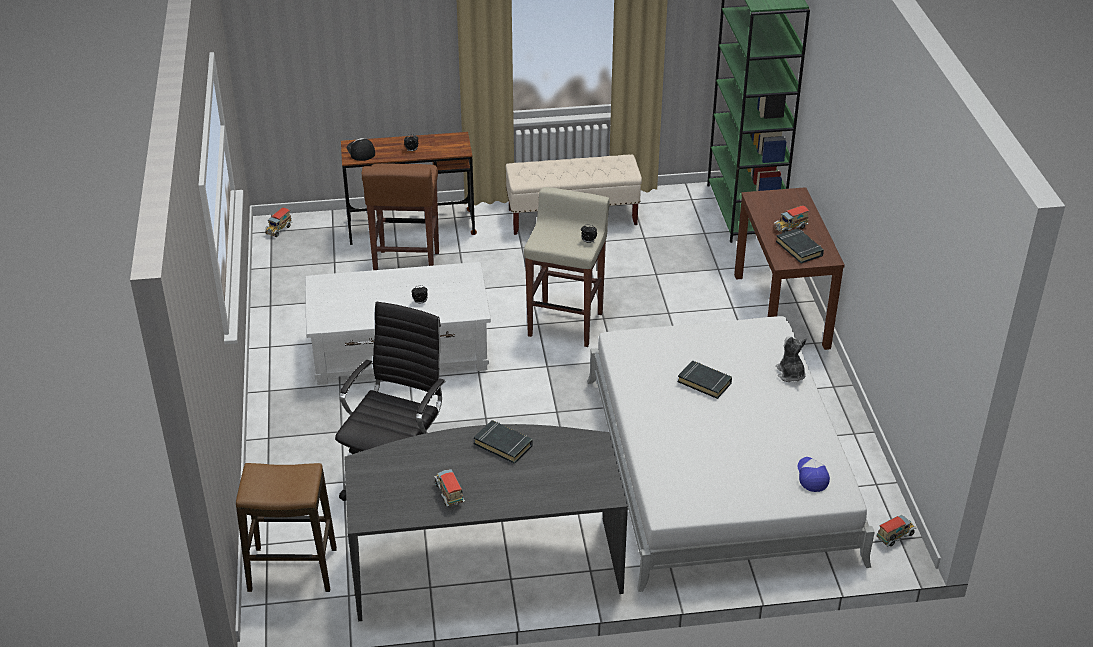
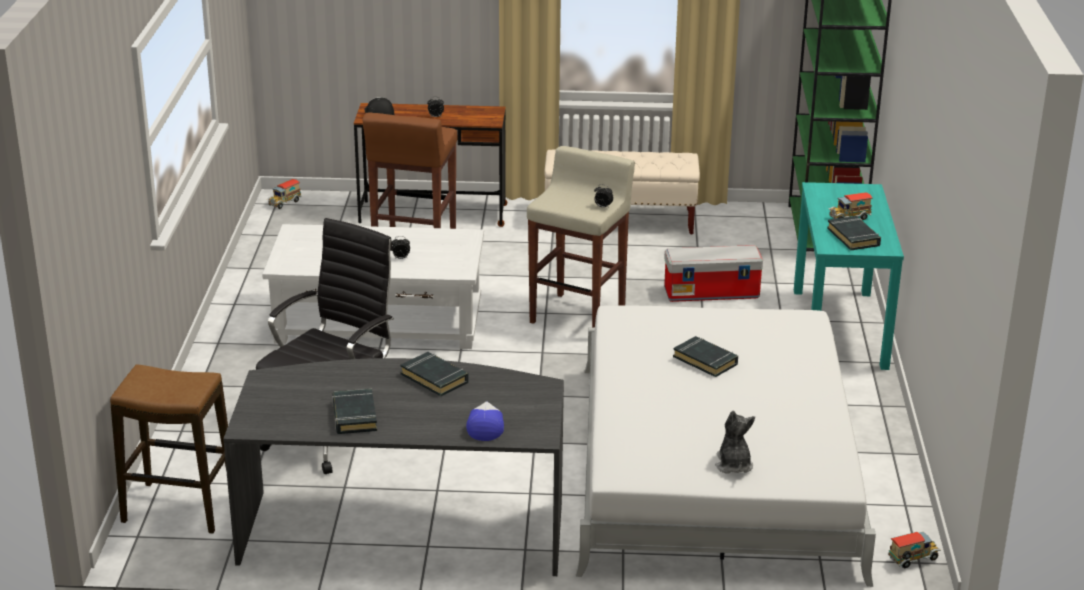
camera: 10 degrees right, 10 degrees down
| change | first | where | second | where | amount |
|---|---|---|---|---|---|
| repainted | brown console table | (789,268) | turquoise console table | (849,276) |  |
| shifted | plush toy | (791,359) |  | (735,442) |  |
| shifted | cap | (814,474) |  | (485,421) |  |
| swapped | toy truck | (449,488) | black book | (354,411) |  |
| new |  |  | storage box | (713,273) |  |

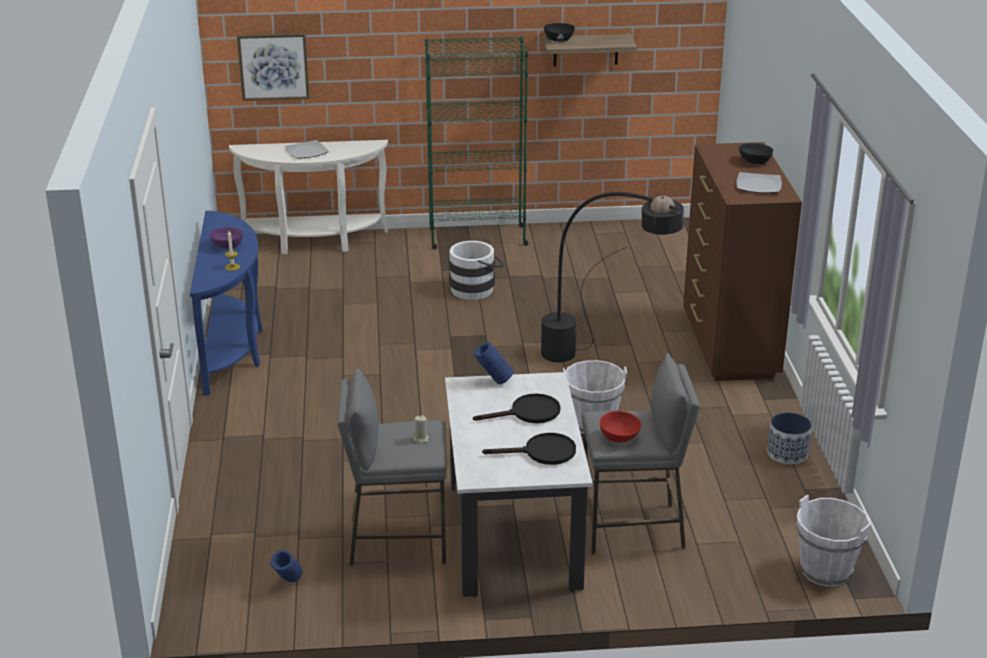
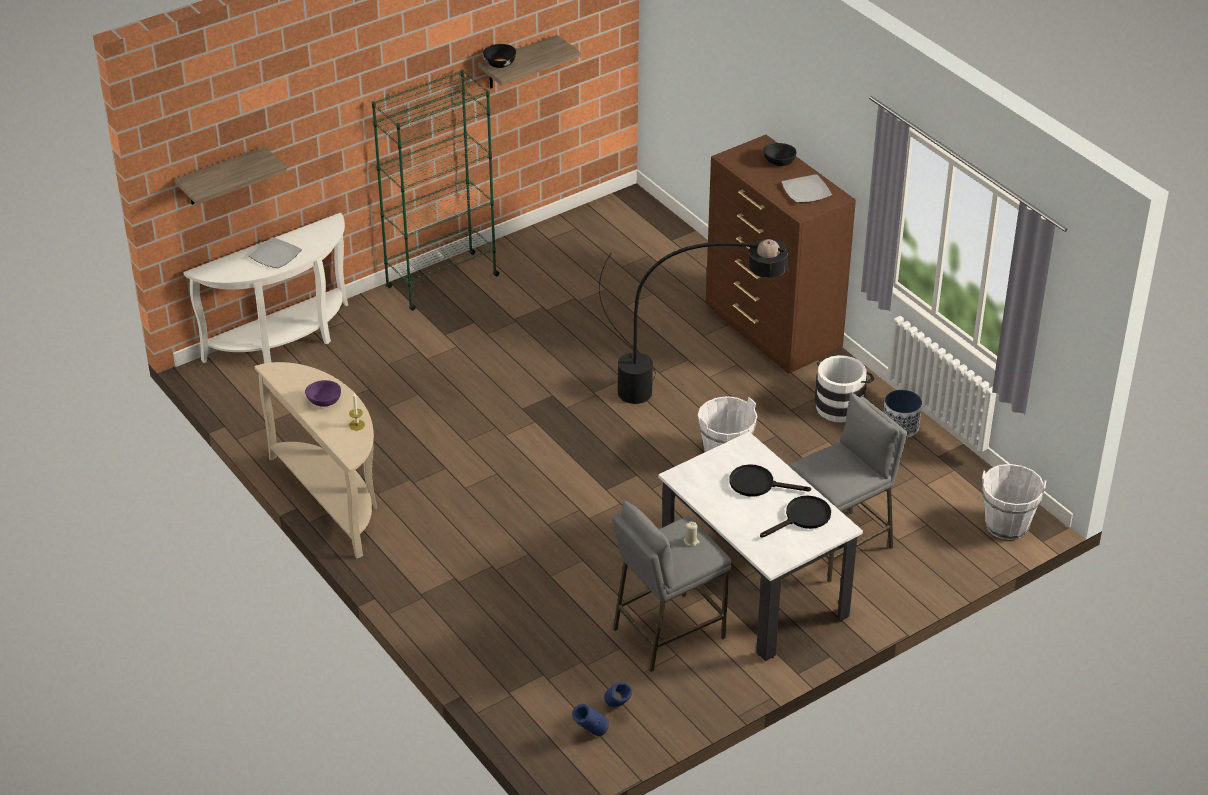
camera: 30 degrees left, 10 degrees up
| change | first | where | second | where | amount |
|---|---|---|---|---|---|
| swapped | picture | (273,67) | shelf | (231,176) |  |
| repainted | blue console table | (226,303) | beige console table | (316,460) |  |
| shifted | white bucket | (476,270) |  | (845,389) |  |
| shifted | blue vase | (493,363) |  | (590,720) |  |
| rotated | black frying pan | (517,408) |  | (770,480) | 120 degrees counterclockwise |
| gone | red bowl | (620,427) |  |  |  |

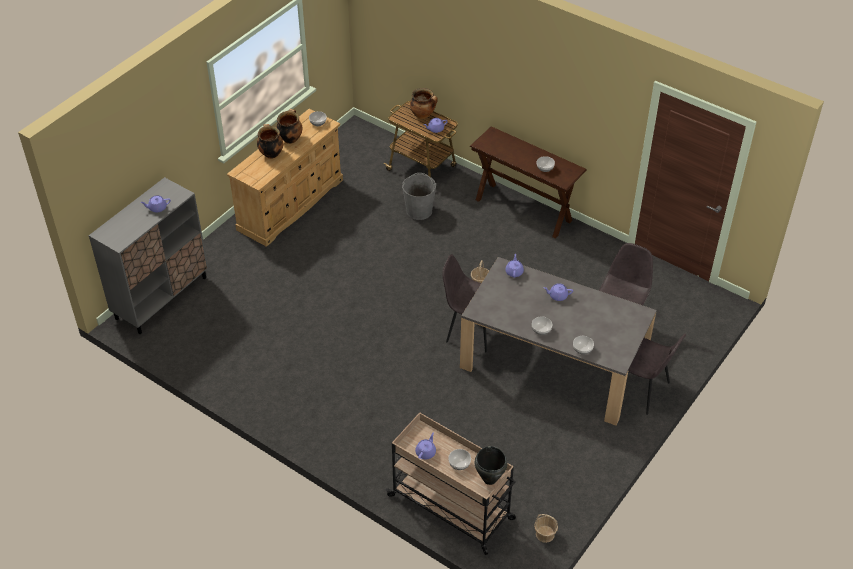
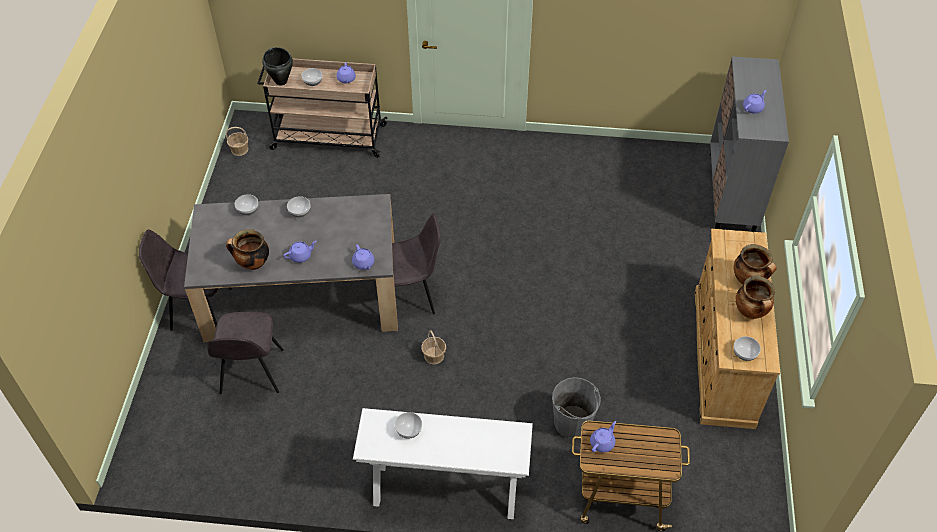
camera: 150 degrees right, 5 degrees up
| change | first | where | second | where | amount |
|---|---|---|---|---|---|
| shifted | cooking pot | (424,103) |  | (247,249) |  |
| repainted | brown console table | (528,182) | white console table | (443,463) |  |

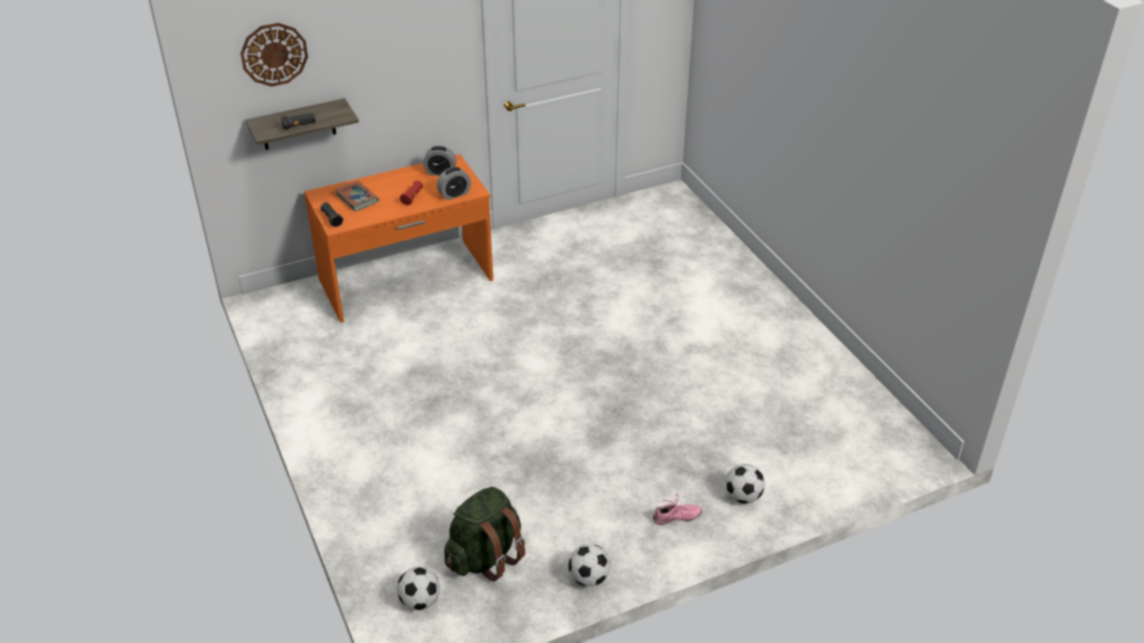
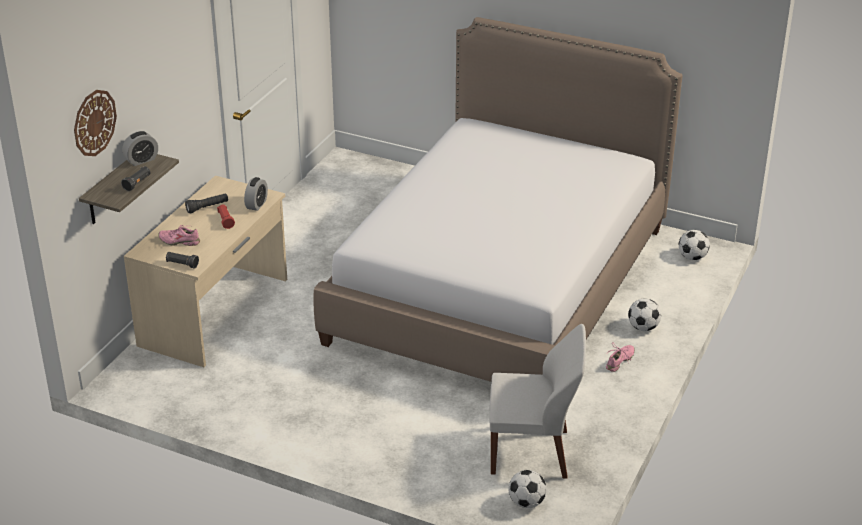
camera: 40 degrees left, 5 degrees down
| change | first | where | second | where | amount |
|---|---|---|---|---|---|
| shifted | alarm clock | (439,161) |  | (140,148) |  |
| repainted | orange desk | (398,238) | beige desk | (205,271) |  |
| swapped | book | (357,196) | pink shoe | (179,235) |  |
| swapped | green backpack | (484,533) | white chair | (537,401) |  |
| shifted | football | (589,565) |  | (694,245) |  |
| new |  |  | bed | (498,199) |  |
| new |  |  | black flashlight | (206,203) |  |

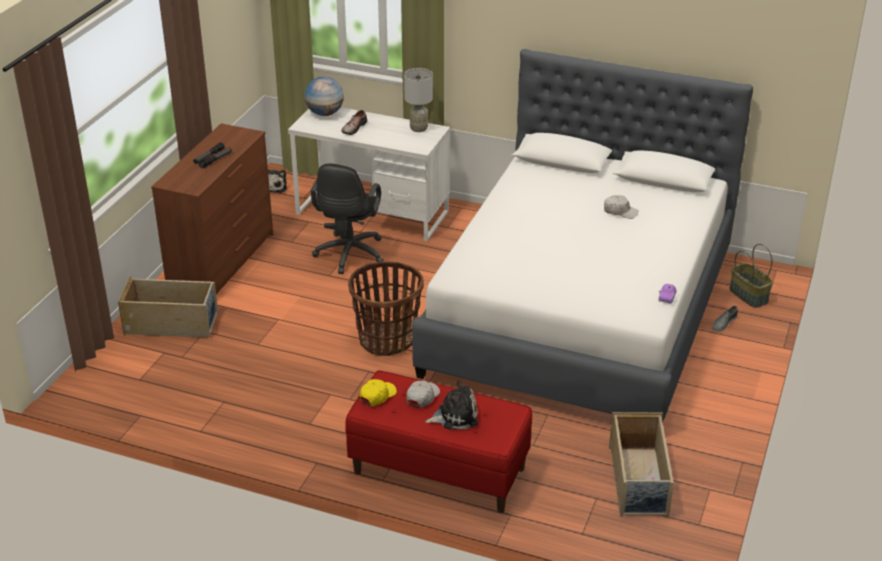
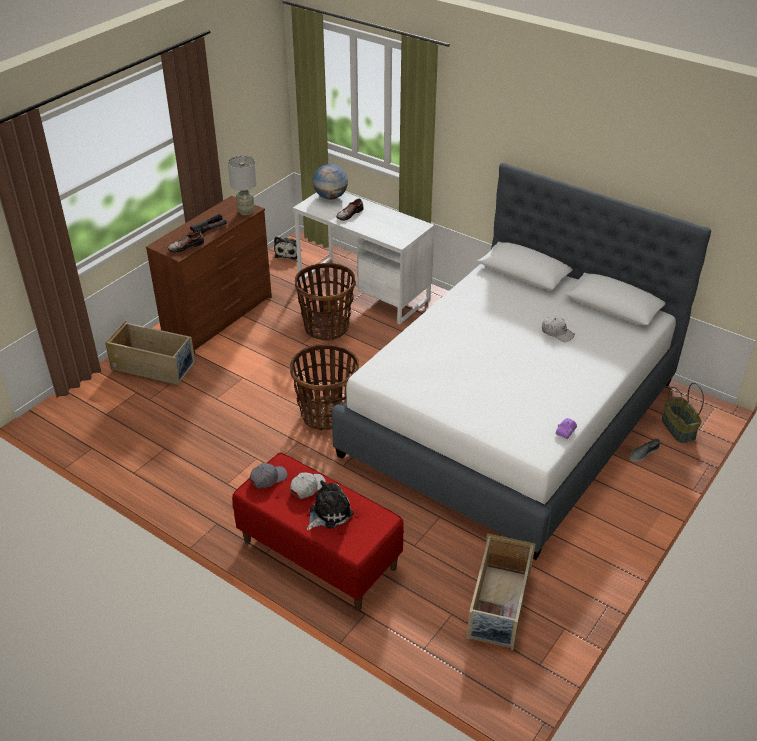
camera: 15 degrees right, 5 degrees up
| change | first | where | second | where | amount |
|---|---|---|---|---|---|
| shifted | grey table lamp | (418,100) |  | (242,185) |  |
| swapped | black office chair | (347,219) | basket | (325,302) |  |
| repainted | yellow cap | (378,392) | grey cap | (268,476) |  |
| rotated | plush toy | (451,405) |  | (330,505) | 45 degrees counterclockwise |
| new |  |  | shoe | (186,242) |  |

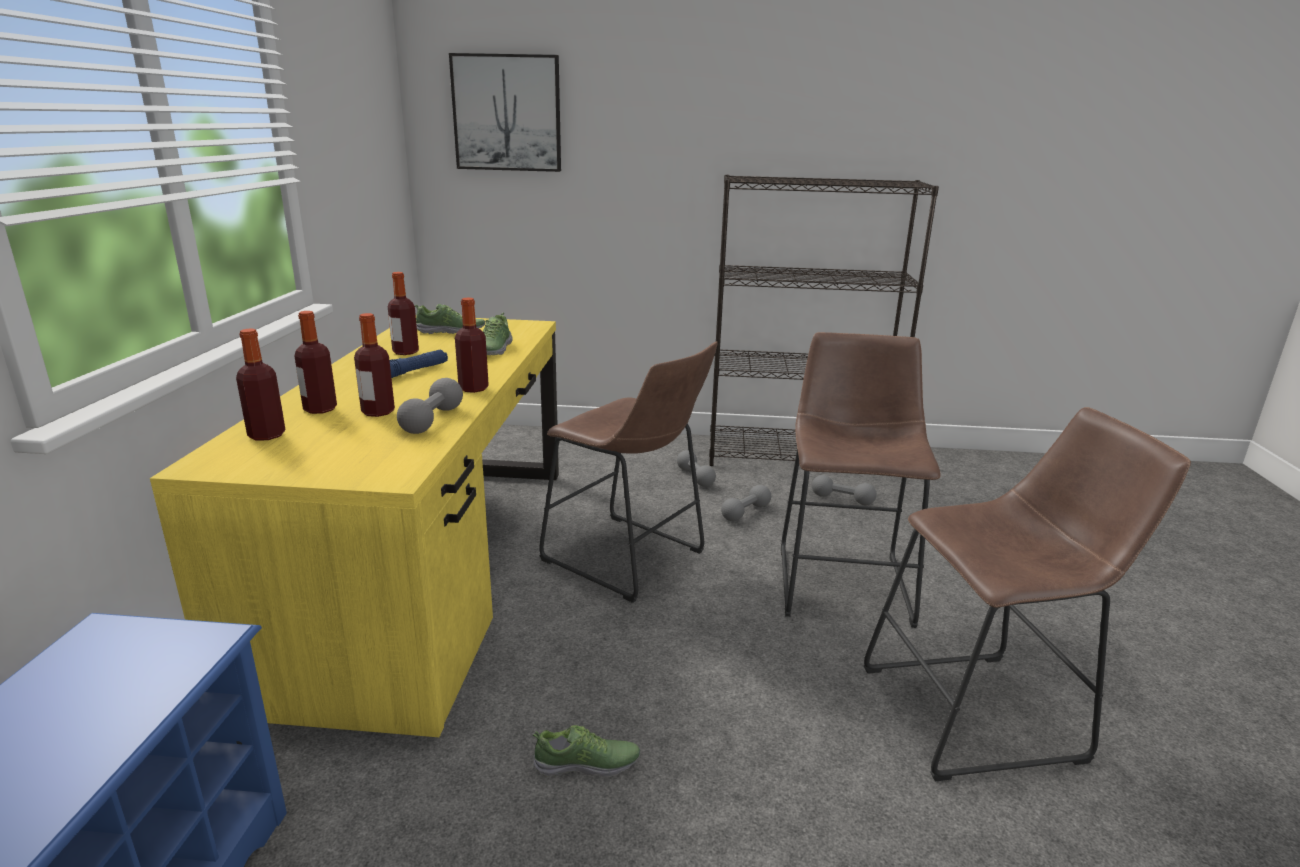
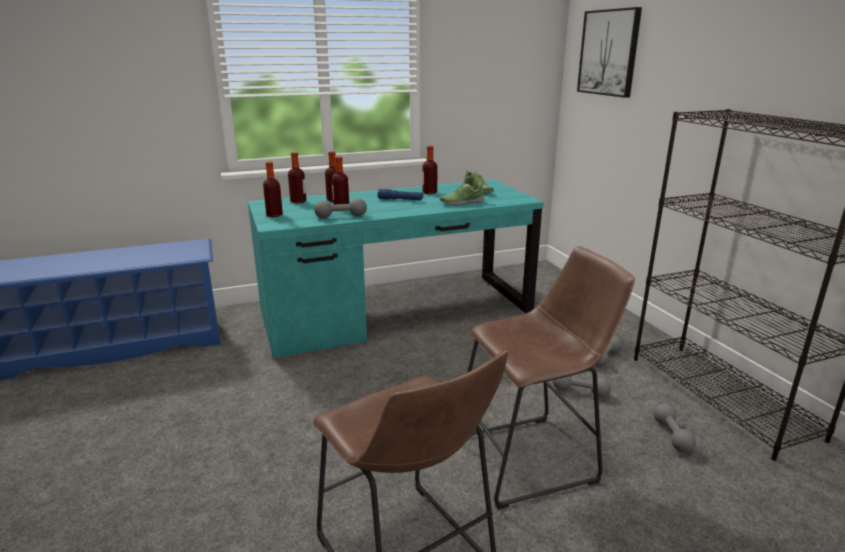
camera: 65 degrees right, 0 degrees up
| change | first | where | second | where | amount |
|---|---|---|---|---|---|
| shifted | bottle | (472,345) |  | (273,189) |  |
| repainted | yellow desk | (354,527) | turquoise desk | (396,269) |  |
| gone | brown stool | (628,472) |  |  |  |
| gone | shoe | (586,751) |  |  |  |

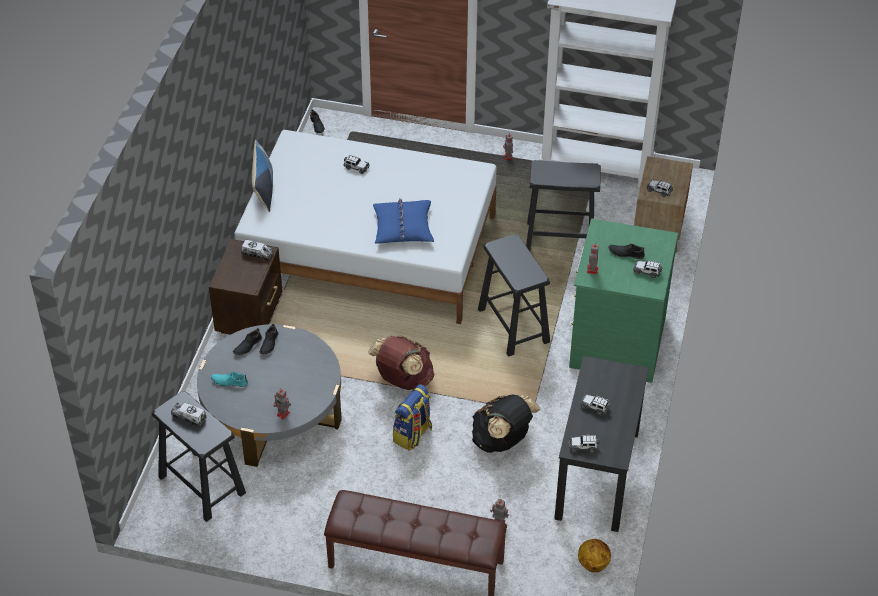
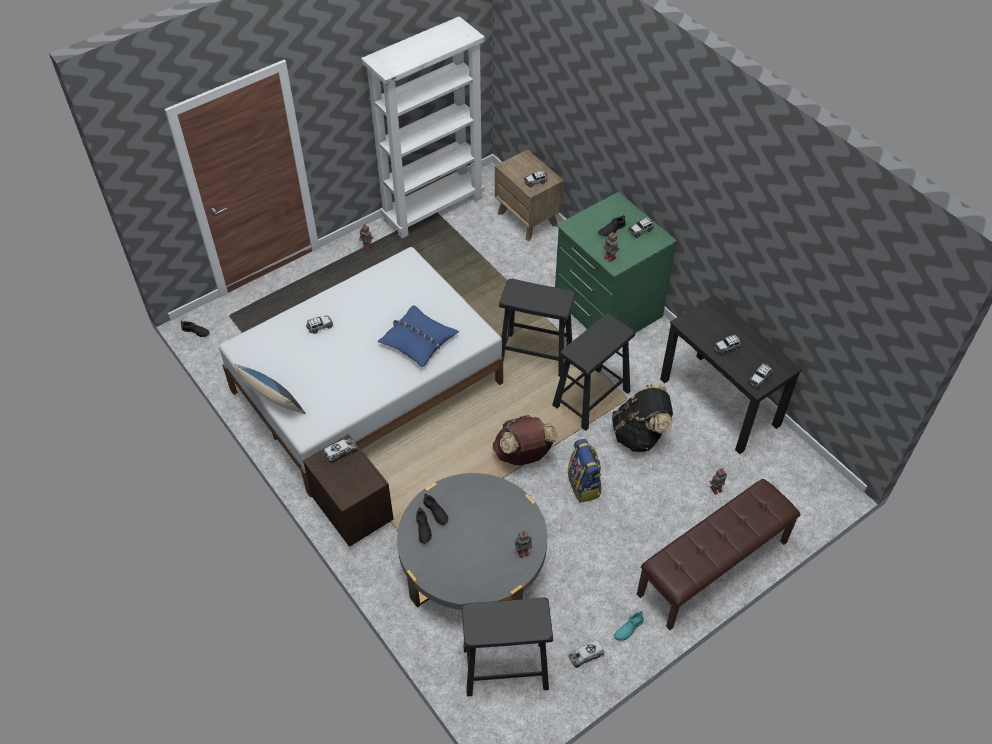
camera: 50 degrees left, 5 degrees up
| change | first | where | second | where | amount |
|---|---|---|---|---|---|
| shifted | black stool | (563,205) |  | (593,372) |  |
| shifted | turquoise shoe | (229,379) |  | (629,626) |  |
| shifted | toy truck | (189,414) |  | (586,654) |  |
| gone | basketball | (594,556) |  |  |  |

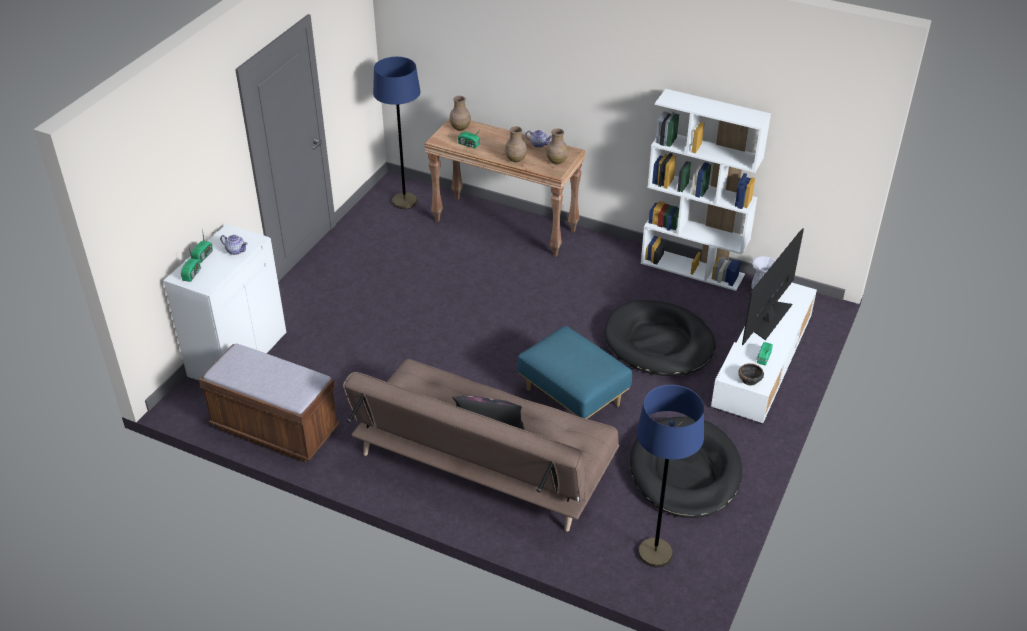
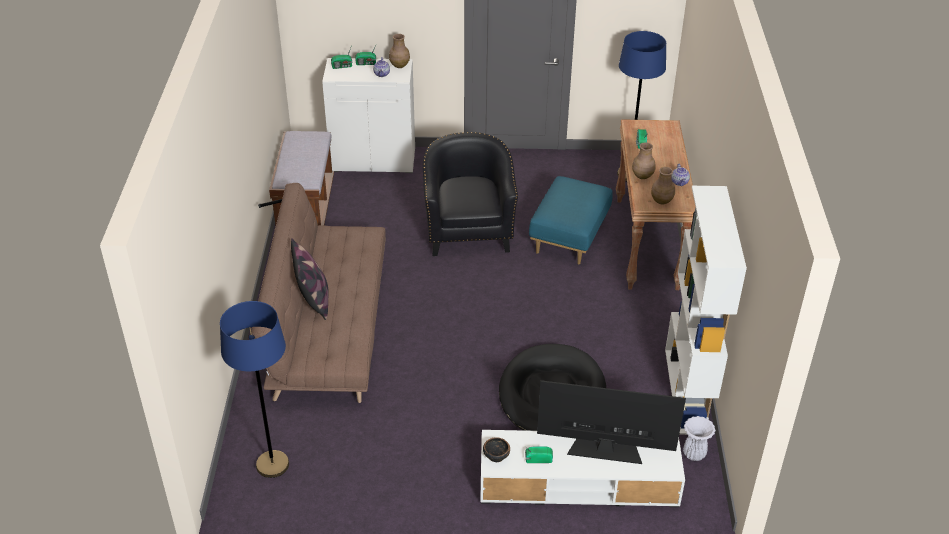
camera: 65 degrees right, 0 degrees up
| change | first | where | second | where | amount |
|---|---|---|---|---|---|
| shifted | brown vase | (460,113) |  | (399,51) |  |
| shifted | blue ottoman | (574,372) |  | (571,220) |  |
| gone | black dog bed | (686,467) |  |  |  |
| new |  |  | black armchair | (470,194) |  |

